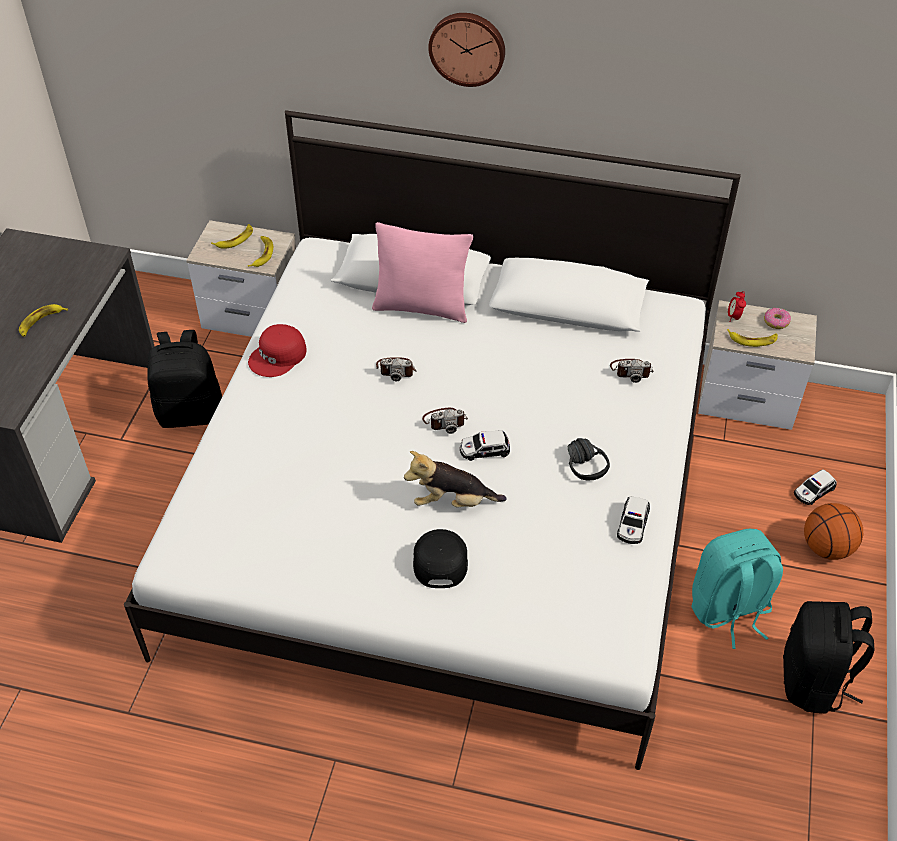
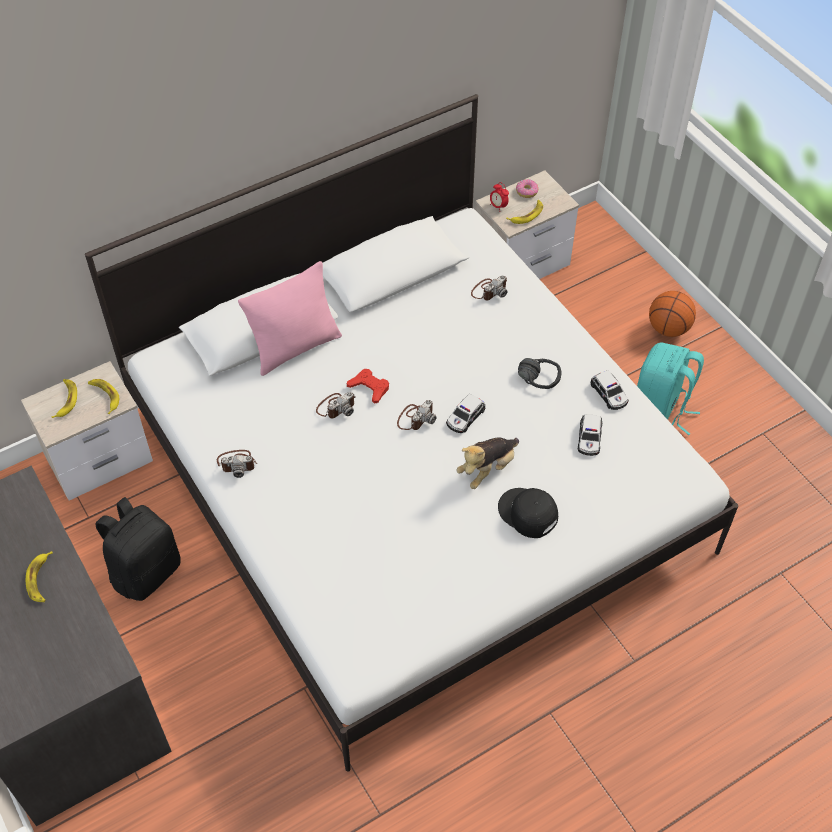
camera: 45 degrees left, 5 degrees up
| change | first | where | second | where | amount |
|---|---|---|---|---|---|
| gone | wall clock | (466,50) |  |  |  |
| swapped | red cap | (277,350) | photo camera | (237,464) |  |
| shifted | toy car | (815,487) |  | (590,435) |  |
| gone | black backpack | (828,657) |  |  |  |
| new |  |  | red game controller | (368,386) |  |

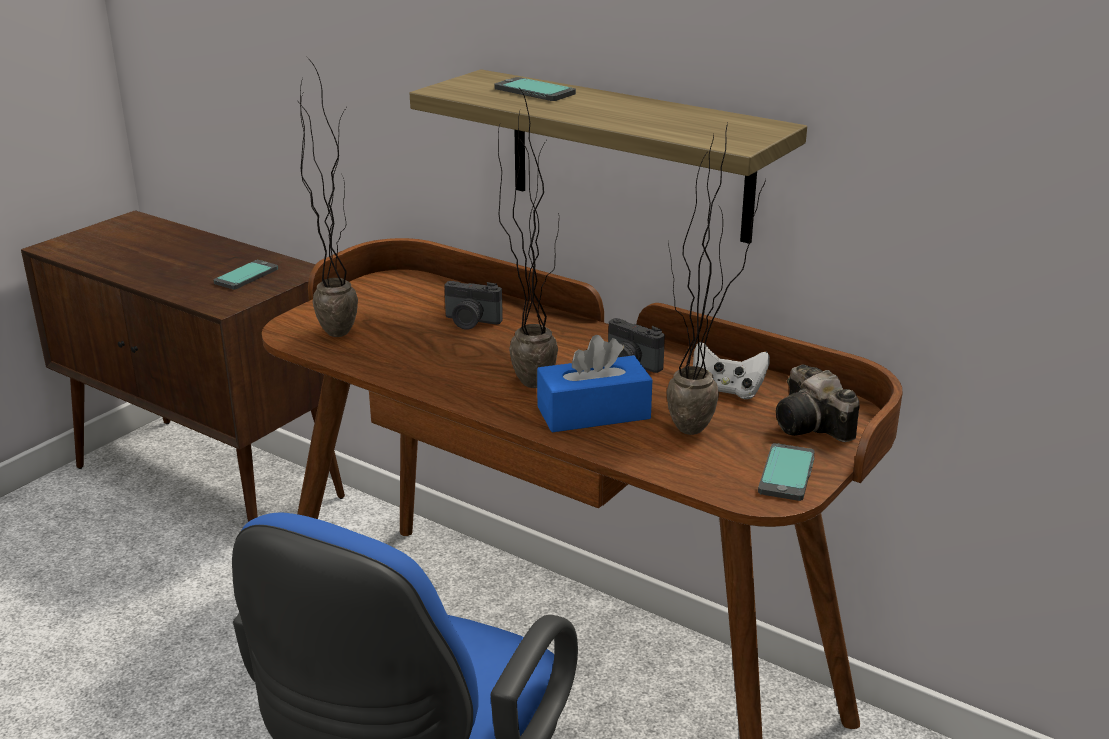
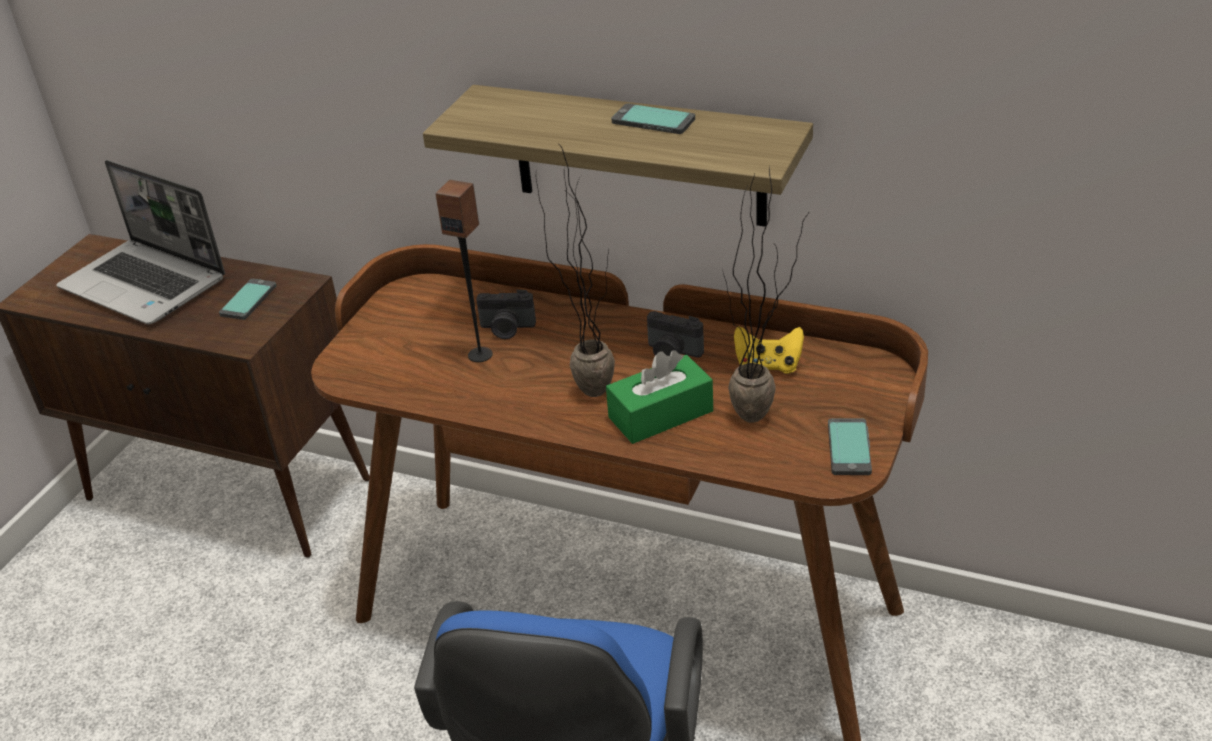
camera: 10 degrees left, 10 degrees up
| change | first | where | second | where | amount |
|---|---|---|---|---|---|
| gone | potted plant | (327,198) |  |  |  |
| shifted | phone | (535,89) |  | (653,119) |  |
| repainted | blue tissue box | (595,383) | green tissue box | (659,397) |  |
| repainted | white game controller | (731,370) | yellow game controller | (769,350) |  |
| gone | photo camera | (817,403) |  |  |  |
| new |  |  | laptop | (140,242) |  |
| new |  |  | speaker | (464,271) |  |

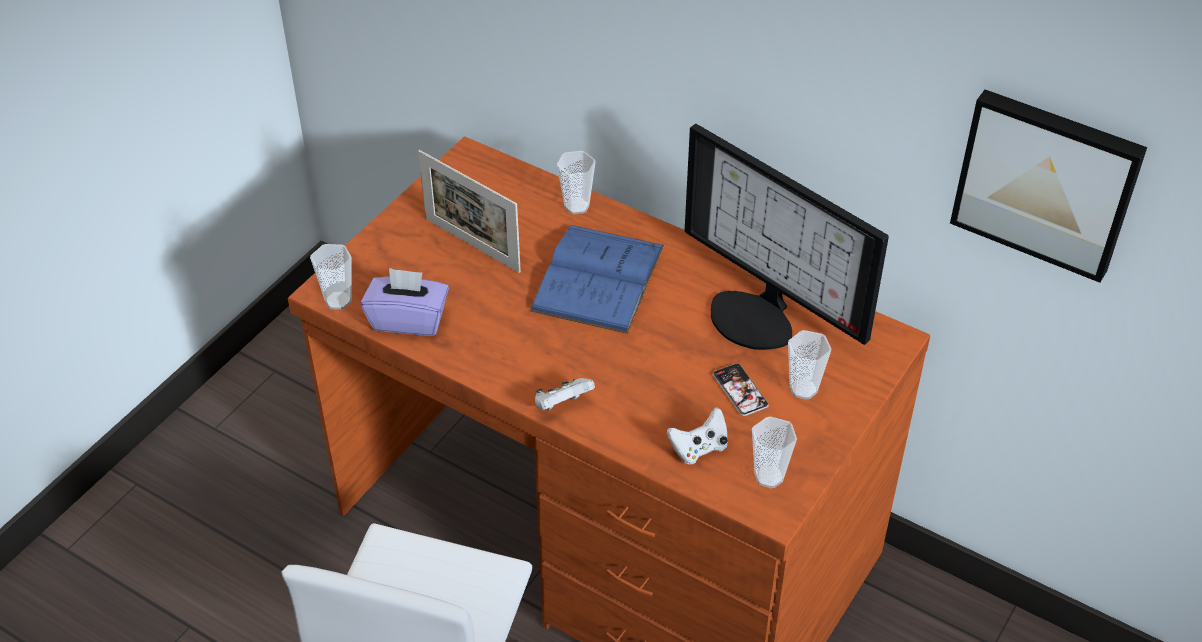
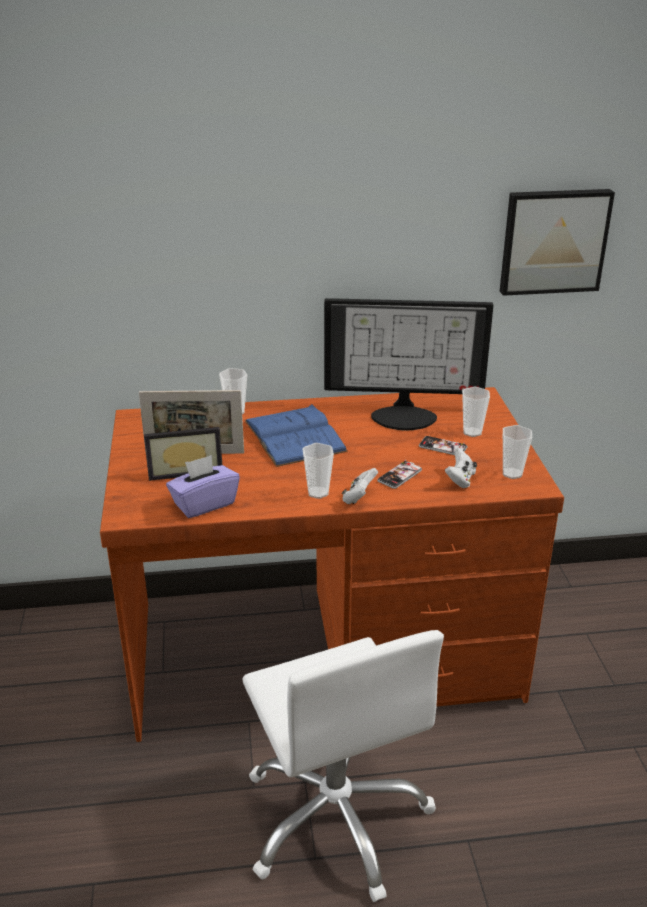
camera: 40 degrees left, 15 degrees down
| change | first | where | second | where | amount |
|---|---|---|---|---|---|
| shifted | cup | (330,277) |  | (318,471) |  |
| new |  |  | picture frame | (183,454) |  |
| new |  |  | phone | (399,474) |  |

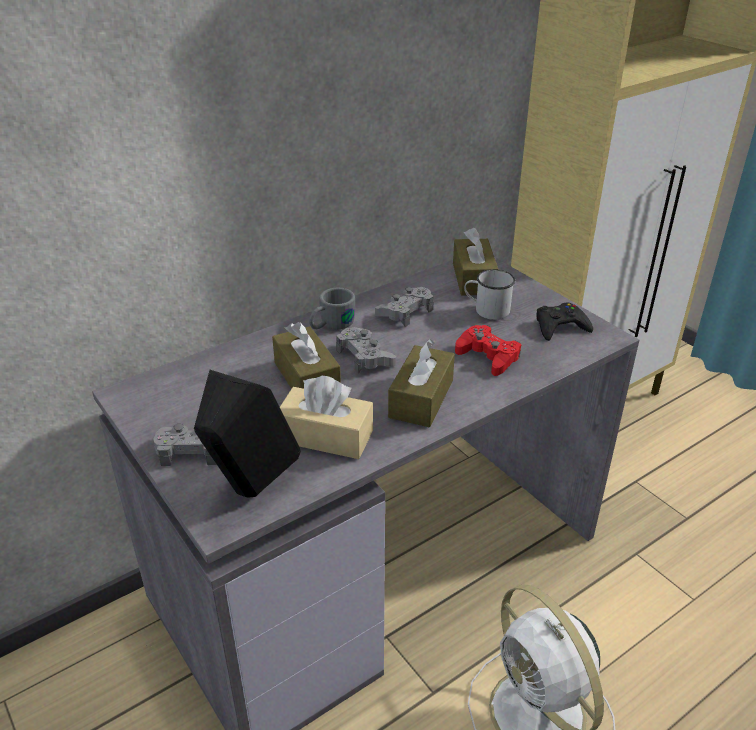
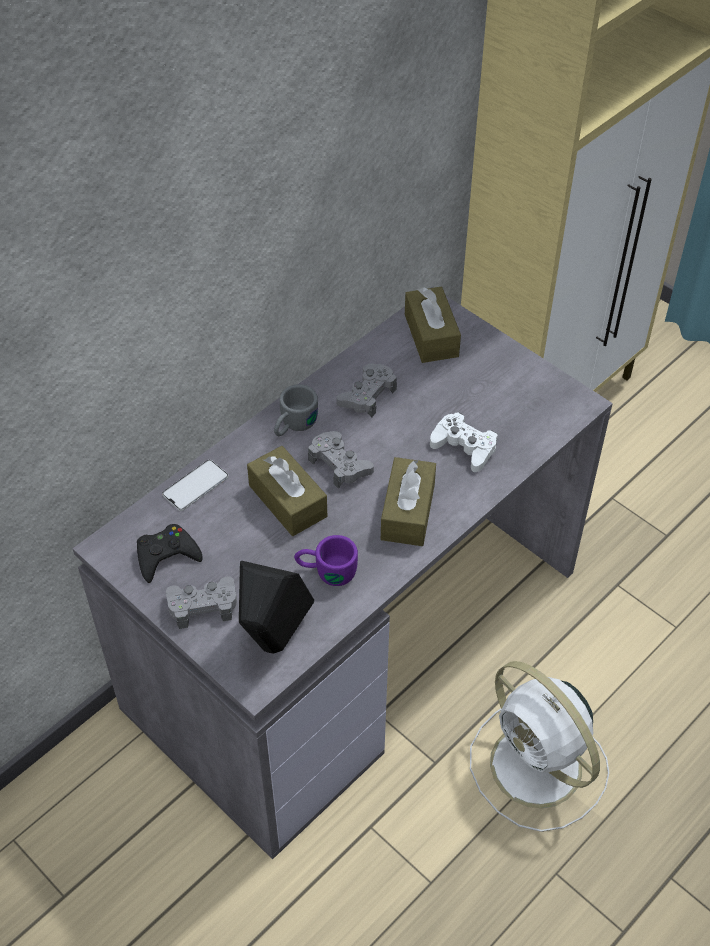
camera: 10 degrees left, 15 degrees up
| change | first | where | second | where | amount |
|---|---|---|---|---|---|
| gone | white mug | (489,294) |  |  |  |
| shifted | black game controller | (564,322) |  | (170,553) |  |
| repainted | red game controller | (488,350) | white game controller | (464,442) |  |
| swapped | beige tissue box | (326,417) | purple mug | (326,560) |  |
| new |  |  | phone | (195,485) |  |

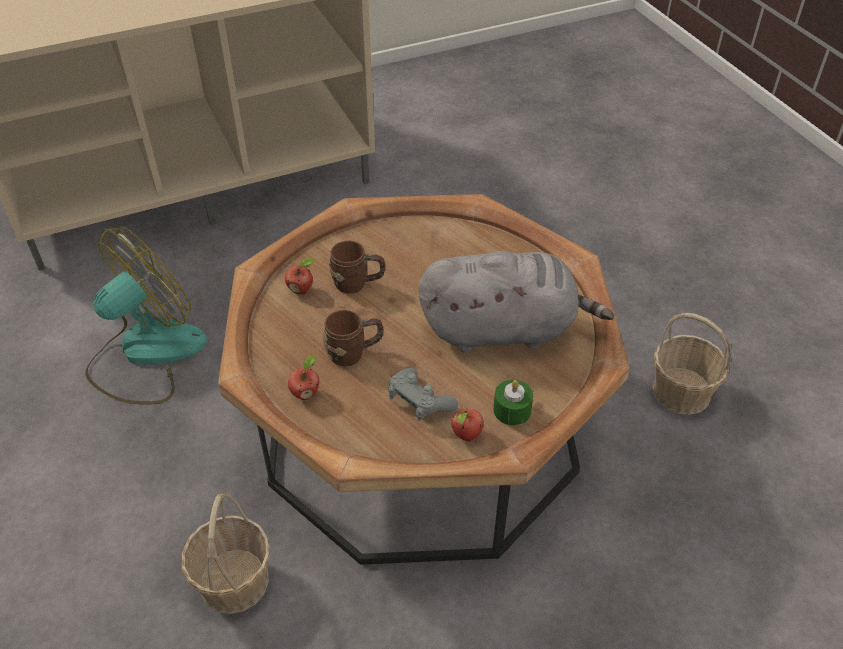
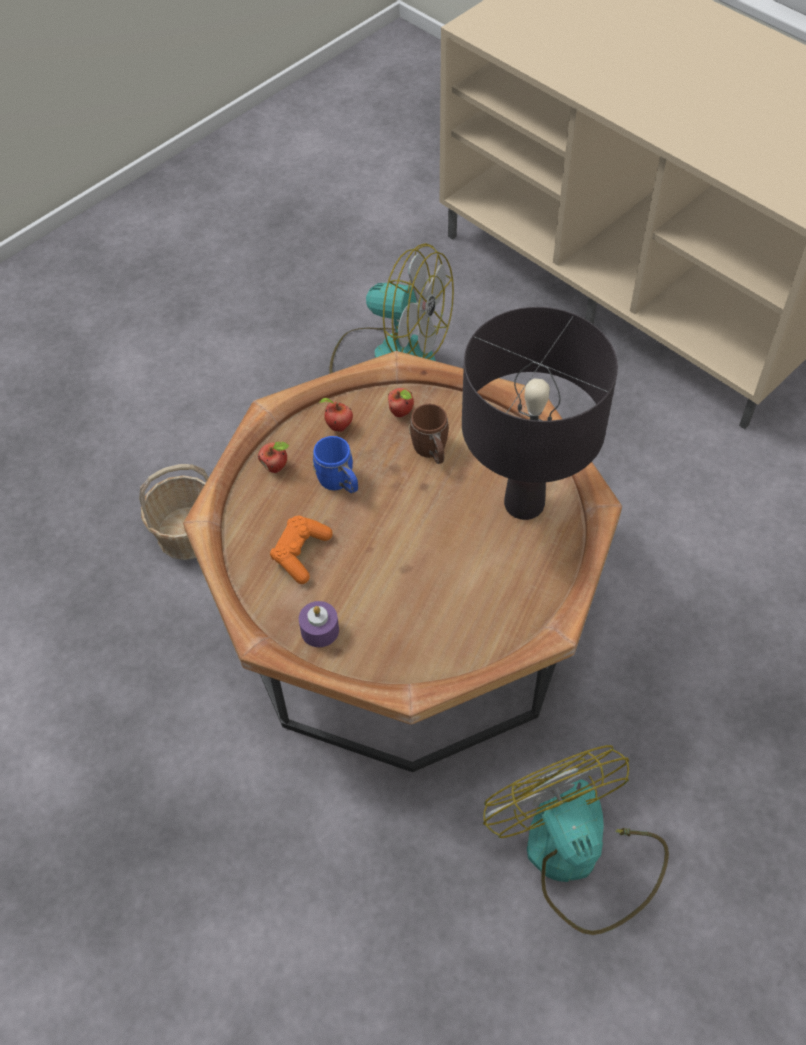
camera: 70 degrees right, 10 degrees up
| change | first | where | second | where | amount |
|---|---|---|---|---|---|
| gone | grey plush toy | (516,302) |  |  |  |
| repainted | brown mug | (353,338) | blue mug | (335,465) |  |
| swapped | basket | (692,364) | fan | (576,840) |  |
| repainted | grey game controller | (423,394) | orange game controller | (301,549) |  |
| repainted | green candle | (513,402) | purple candle | (319,624) |  |
| shifted | apple | (468,425) |  | (335,415) |  |
| new |  |  | black table lamp | (540,413) |  |

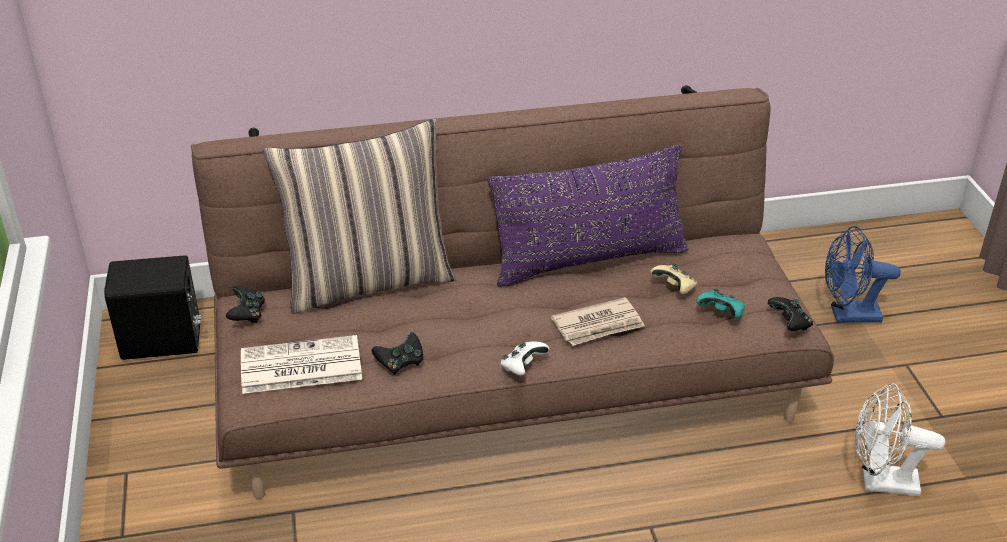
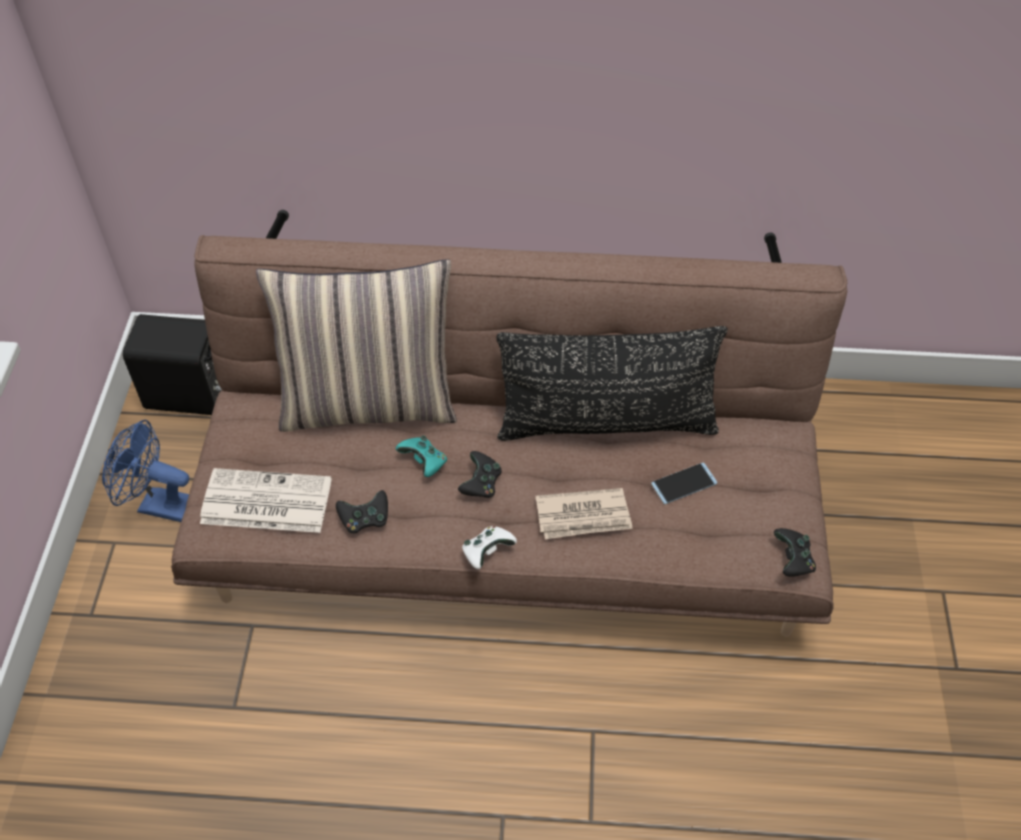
camera: 15 degrees right, 15 degrees up
| change | first | where | second | where | amount |
|---|---|---|---|---|---|
| repainted | purple pillow | (588,216) | black pillow | (611,383) |  |
| shifted | blue fan | (863,274) |  | (145,471) |  |
| swapped | beige game controller | (674,278) | phone | (684,484) |  |
| shifted | black game controller | (245,304) |  | (480,474) |  |
| shifted | turquoise game controller | (720,303) |  | (421,456) |  |
| gone | white fan | (900,439) |  |  |  |

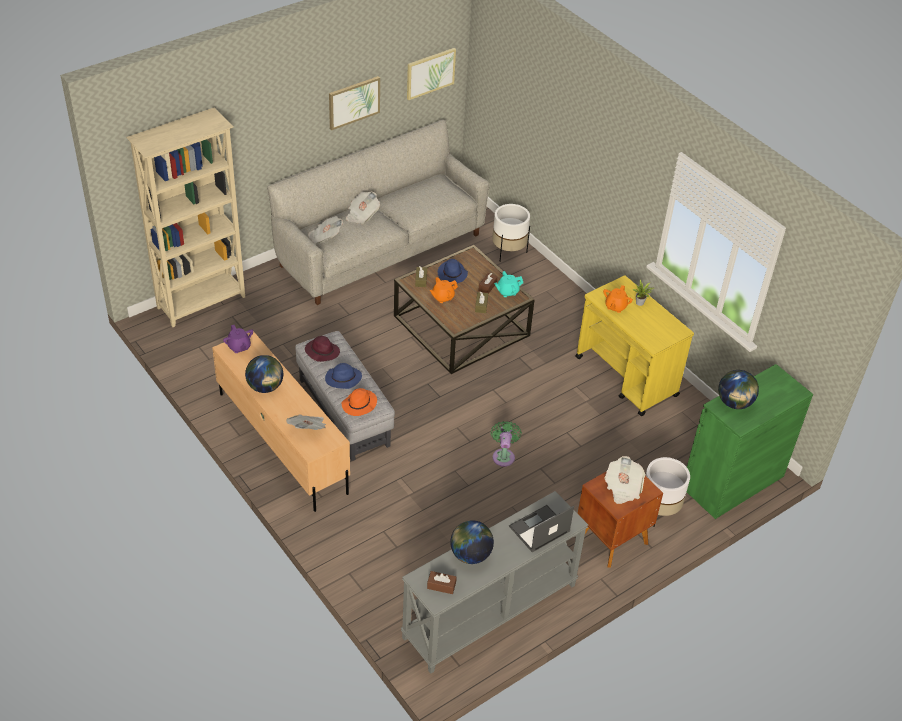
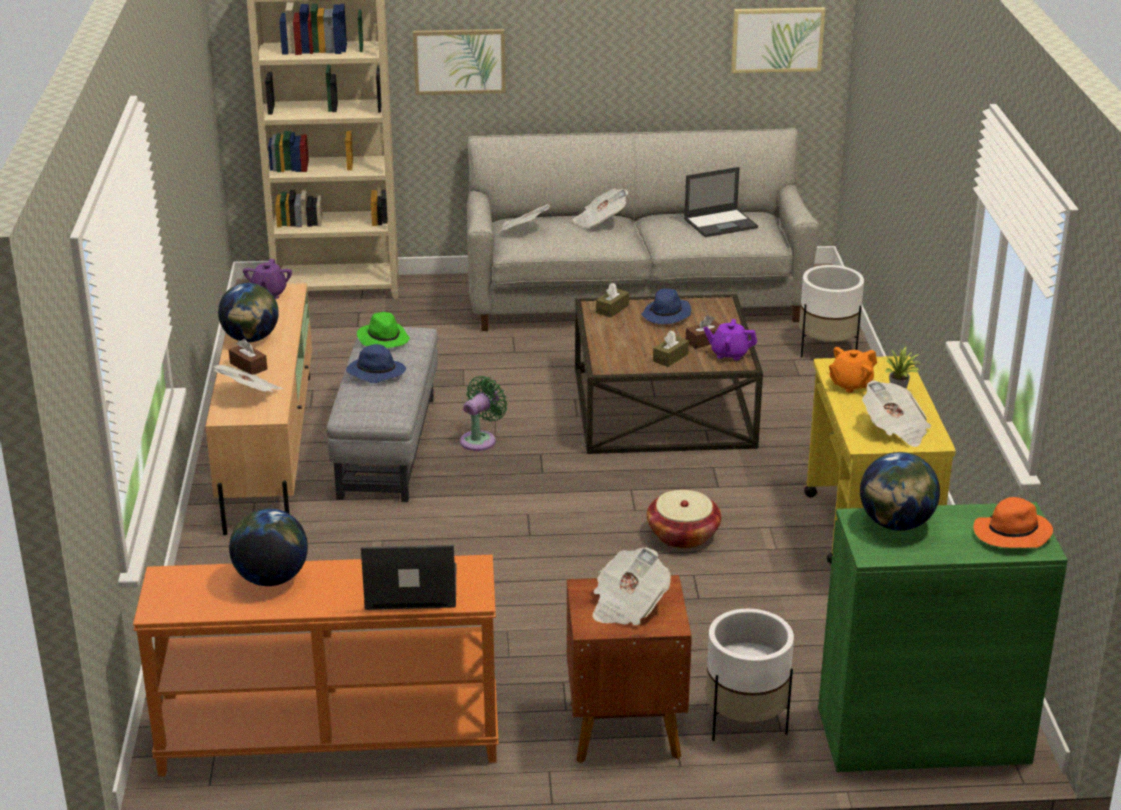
camera: 35 degrees right, 15 degrees down
| change | first | where | second | where | amount |
|---|---|---|---|---|---|
| shifted | picture | (354,103) |  | (459,62) |  |
| repainted | turquoise teapot | (508,284) | purple teapot | (730,340) |  |
| gone | orange teapot | (444,290) |  |  |  |
| repainted | purple hat | (322,349) | green hat | (383,330) |  |
| shifted | orange hat | (359,402) |  | (1013,522) |  |
| shifted | green fan | (506,444) |  | (484,413) |  |
| repainted | grey console table | (494,582) | orange console table | (316,665) |  |
| shifted | brown tissue box | (442,582) |  | (248,356) |  |
| new |  |  | laptop | (721,202) |  |
| new |  |  | newspaper | (896,413) |  |
| new |  |  | basket | (684,519) |  |

